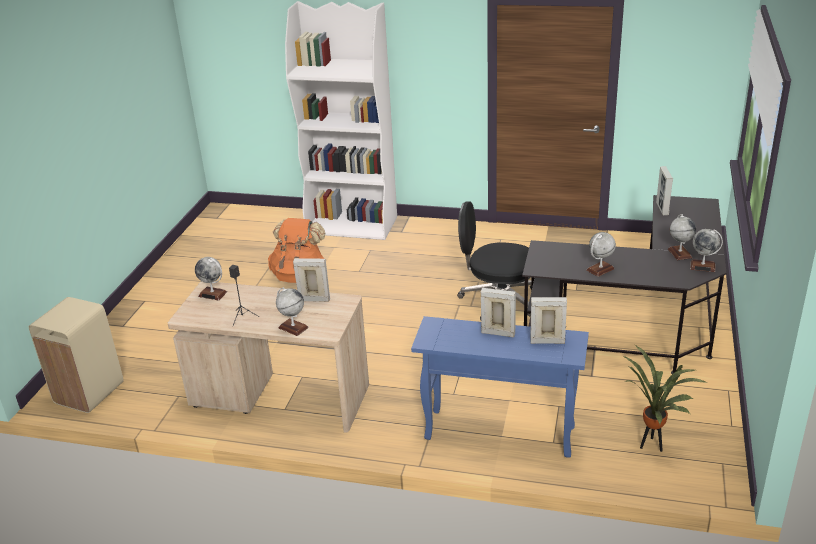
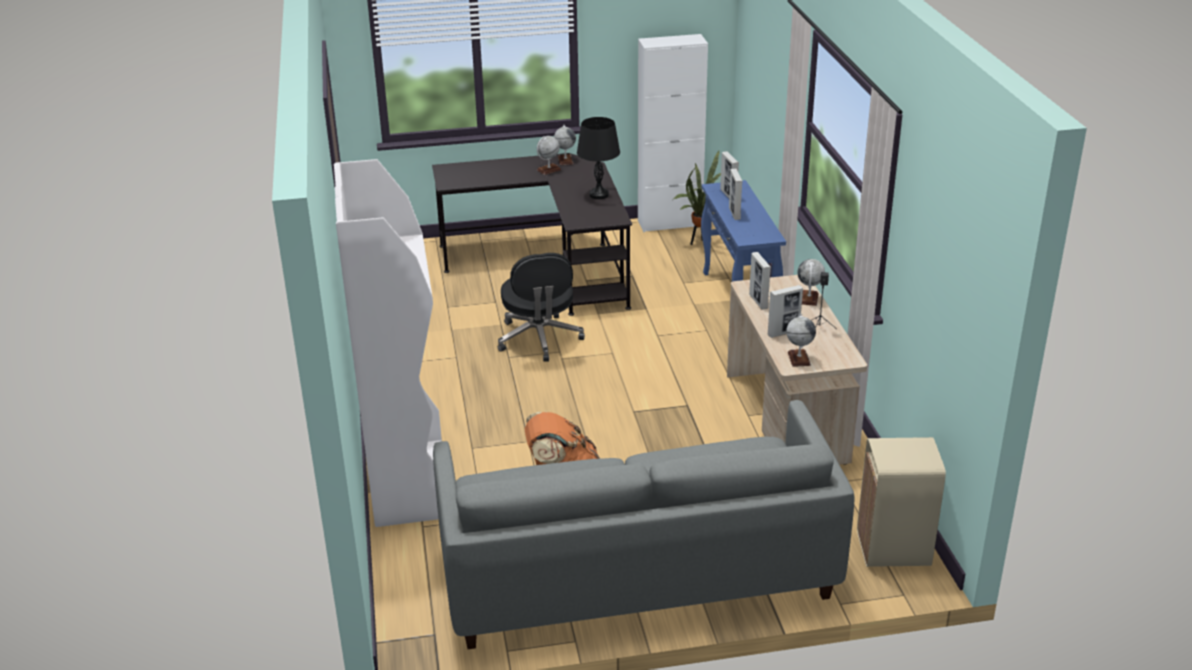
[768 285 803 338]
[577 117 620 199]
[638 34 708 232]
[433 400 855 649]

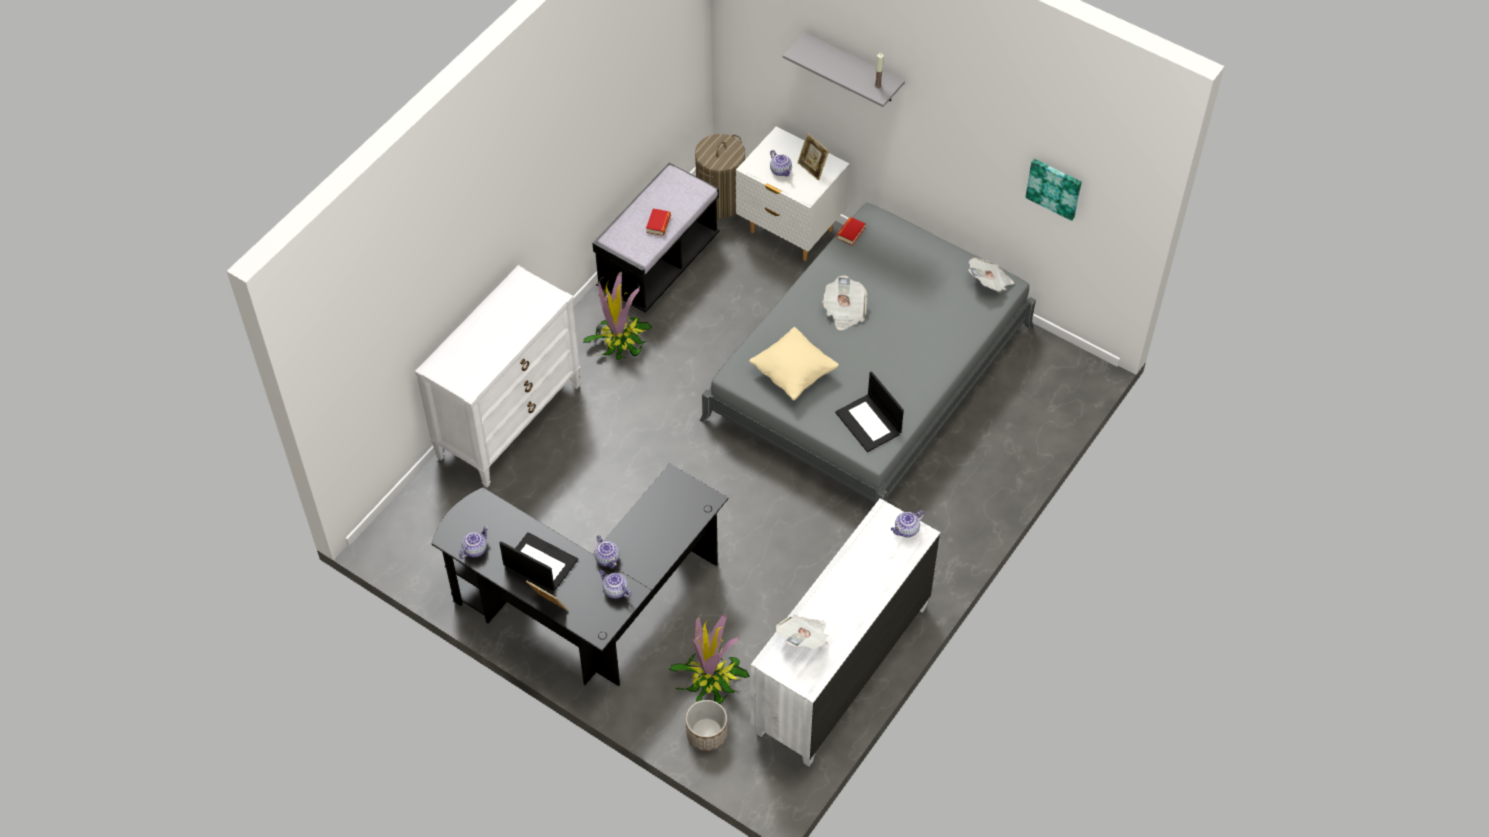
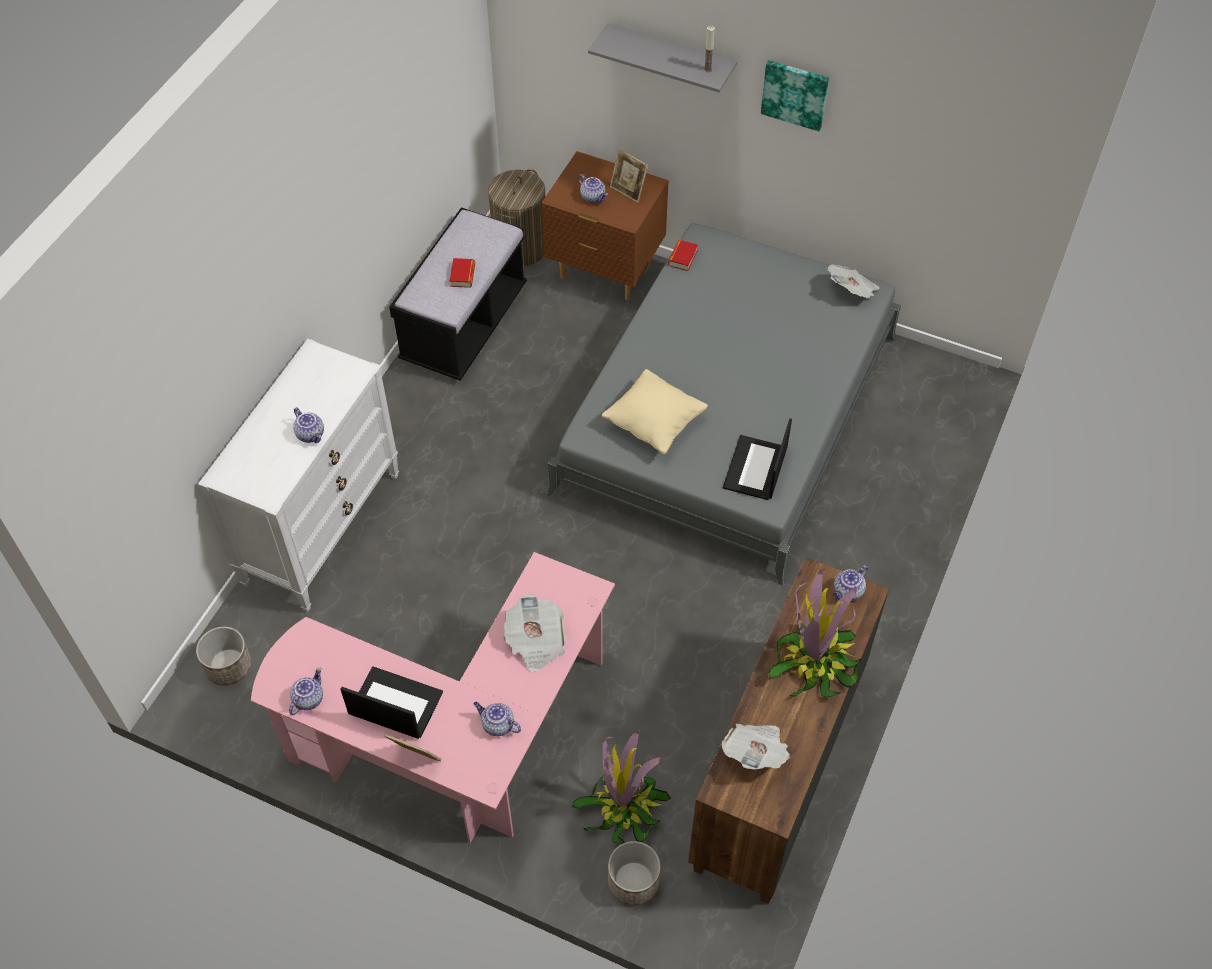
[541 151 669 300]
[761 60 829 131]
[768 569 862 698]
[503 594 566 672]
[723 418 792 500]
[251 552 615 843]
[688 557 889 903]
[293 407 324 443]
[196 627 252 686]

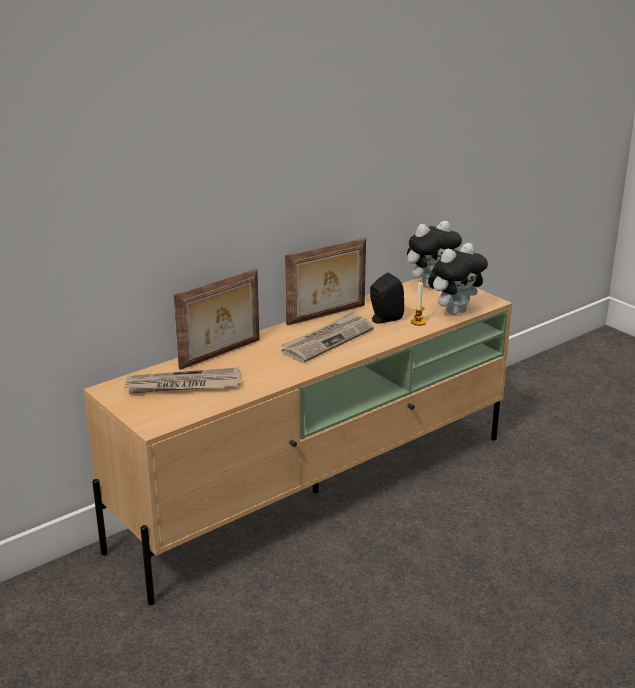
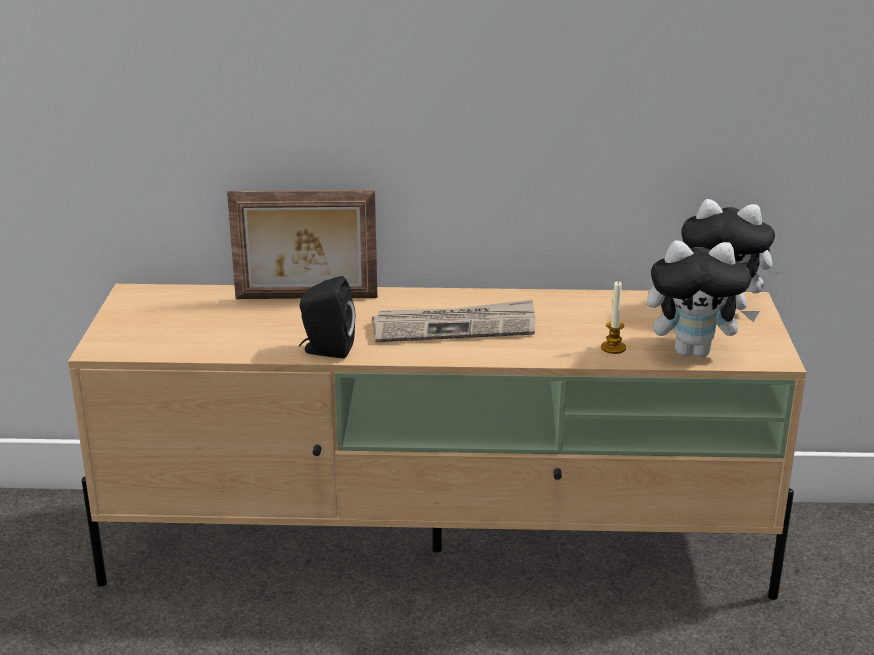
[285 238 366 325] (first image)
[299 276 355 358]
[124 368 242 394] (first image)

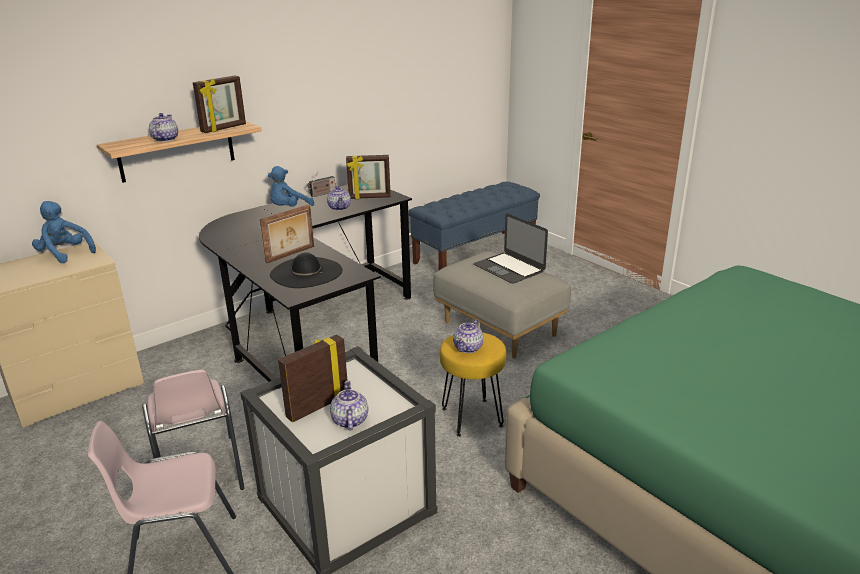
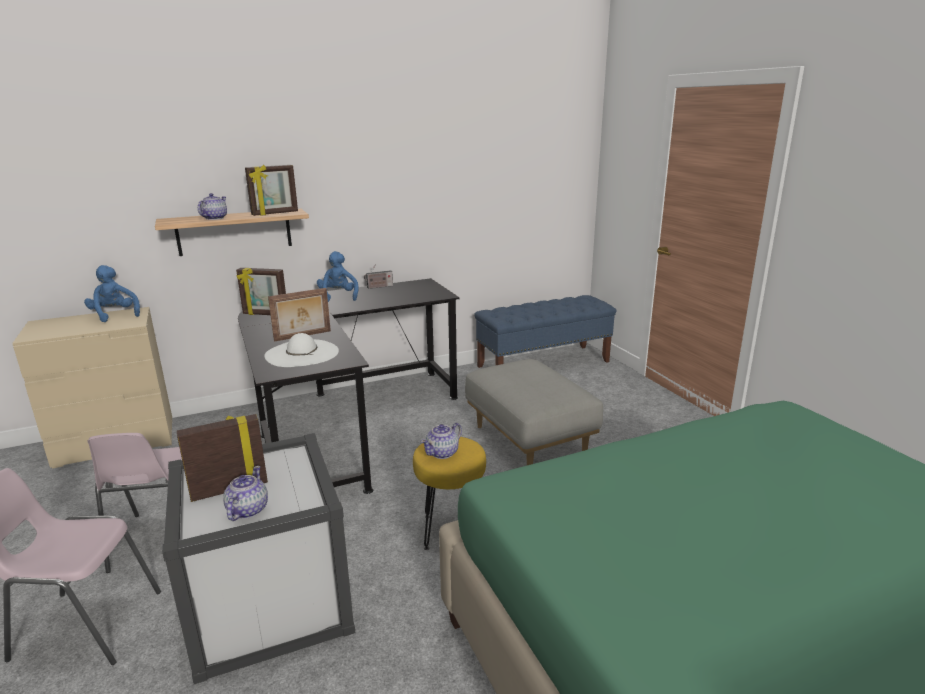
[236 268 286 315]
[317 251 359 302]
[327 186 351 211] (first image)
[474 214 548 284] (first image)
[264 333 339 367]

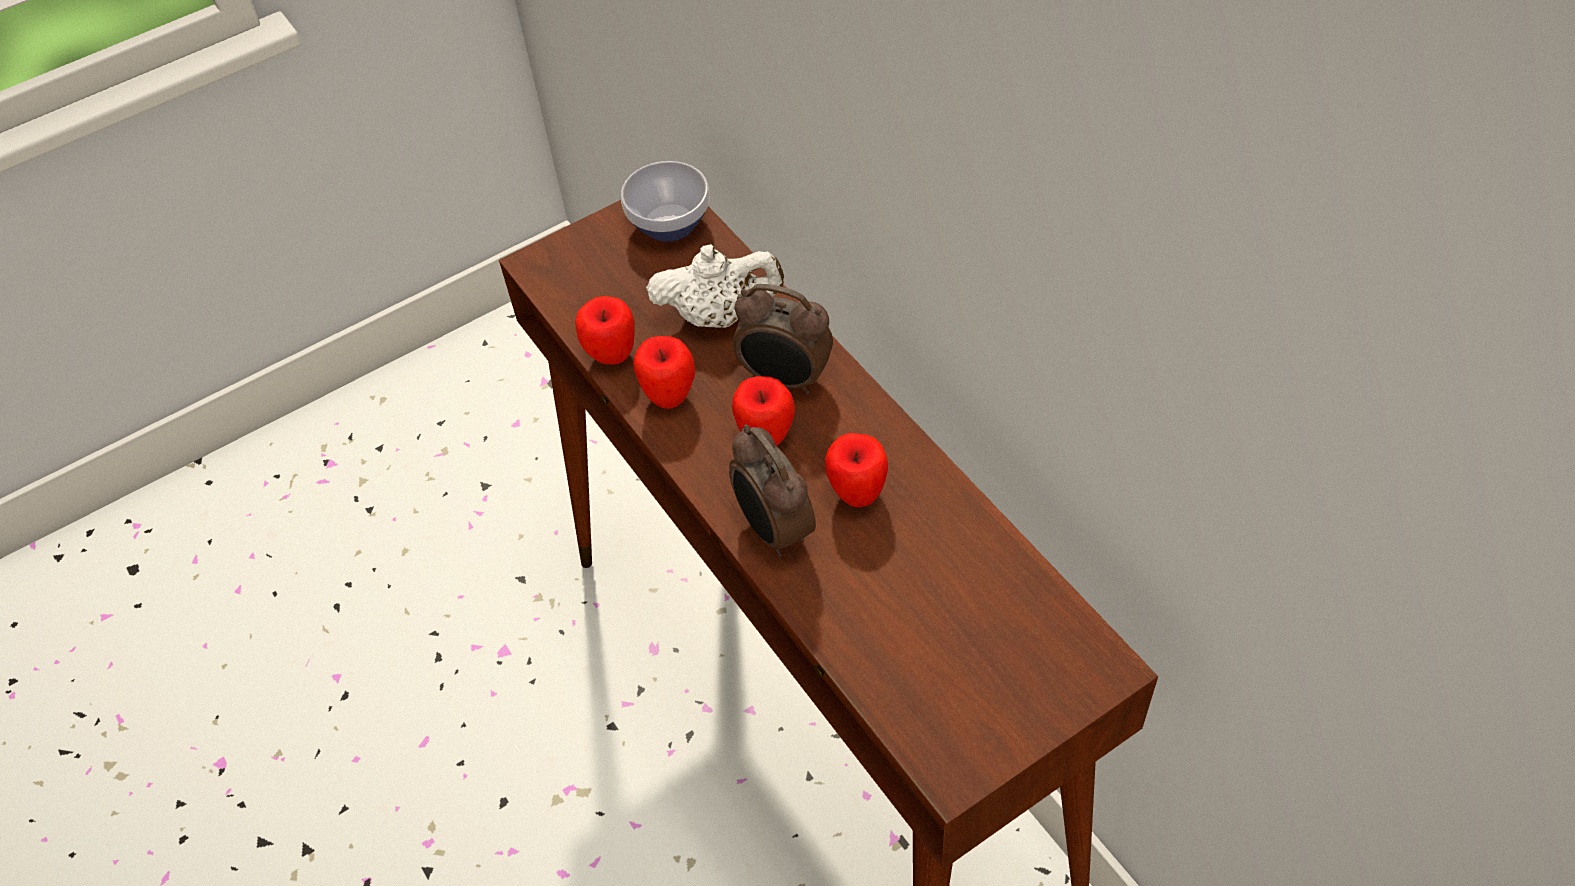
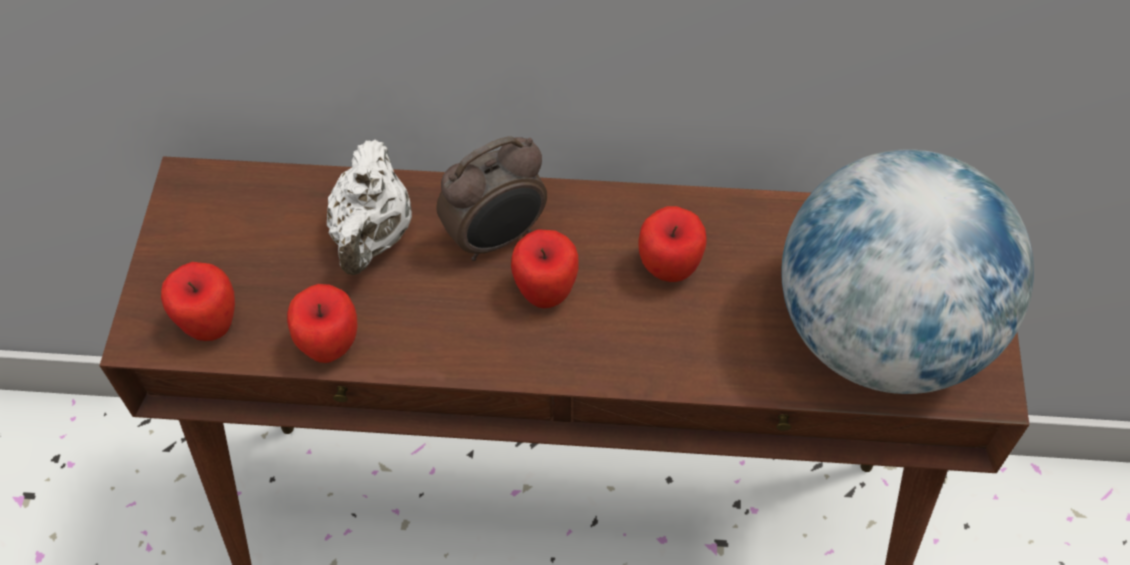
[621 161 709 242] (first image)
[327 140 412 275]
[161 262 235 341]
[729 424 816 557] (first image)
[781 149 1034 394]

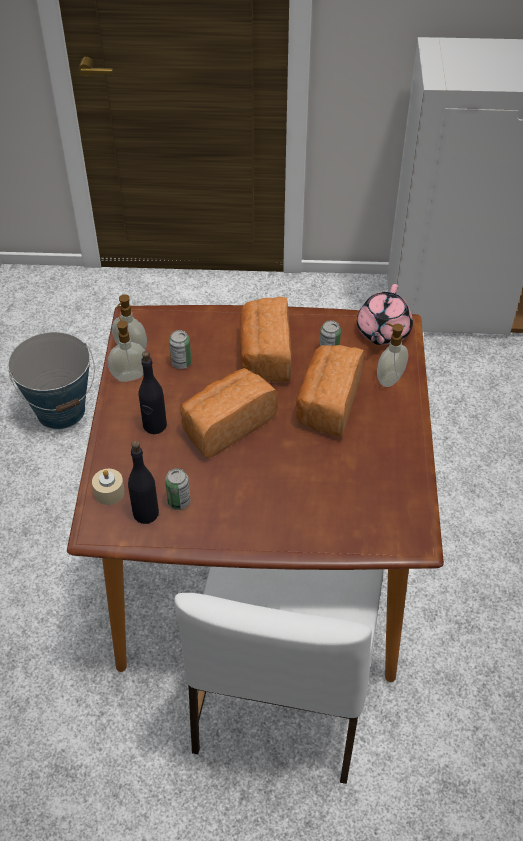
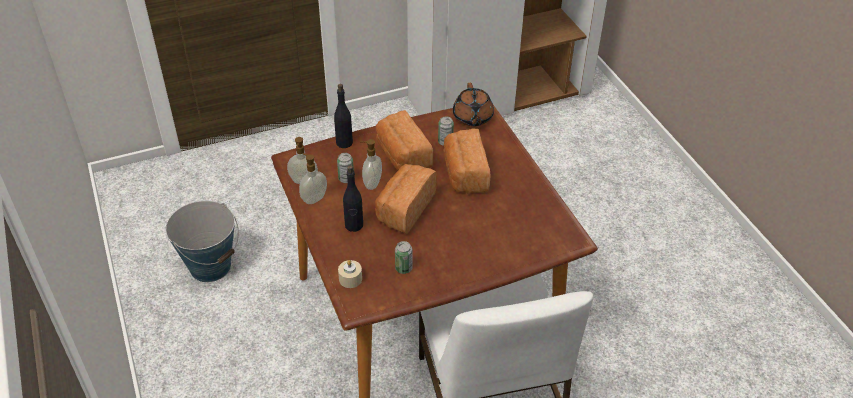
[453 83 494 126]
[360 139 382 190]
[334 84 353 148]

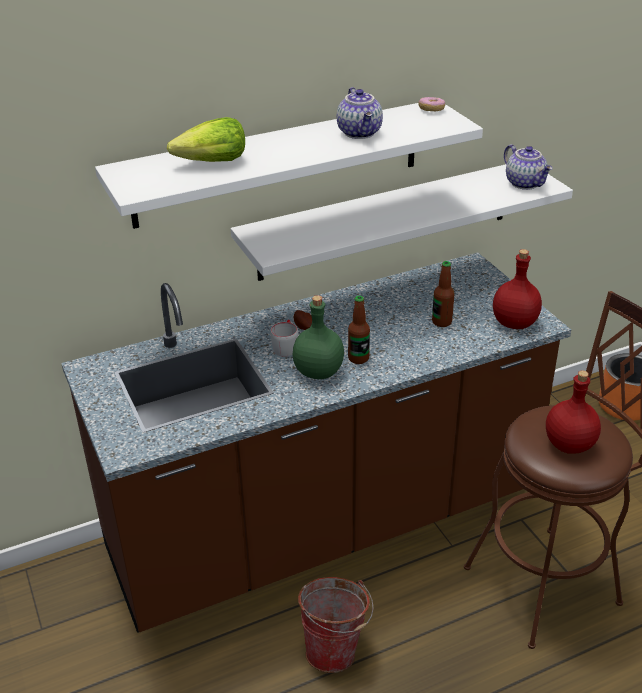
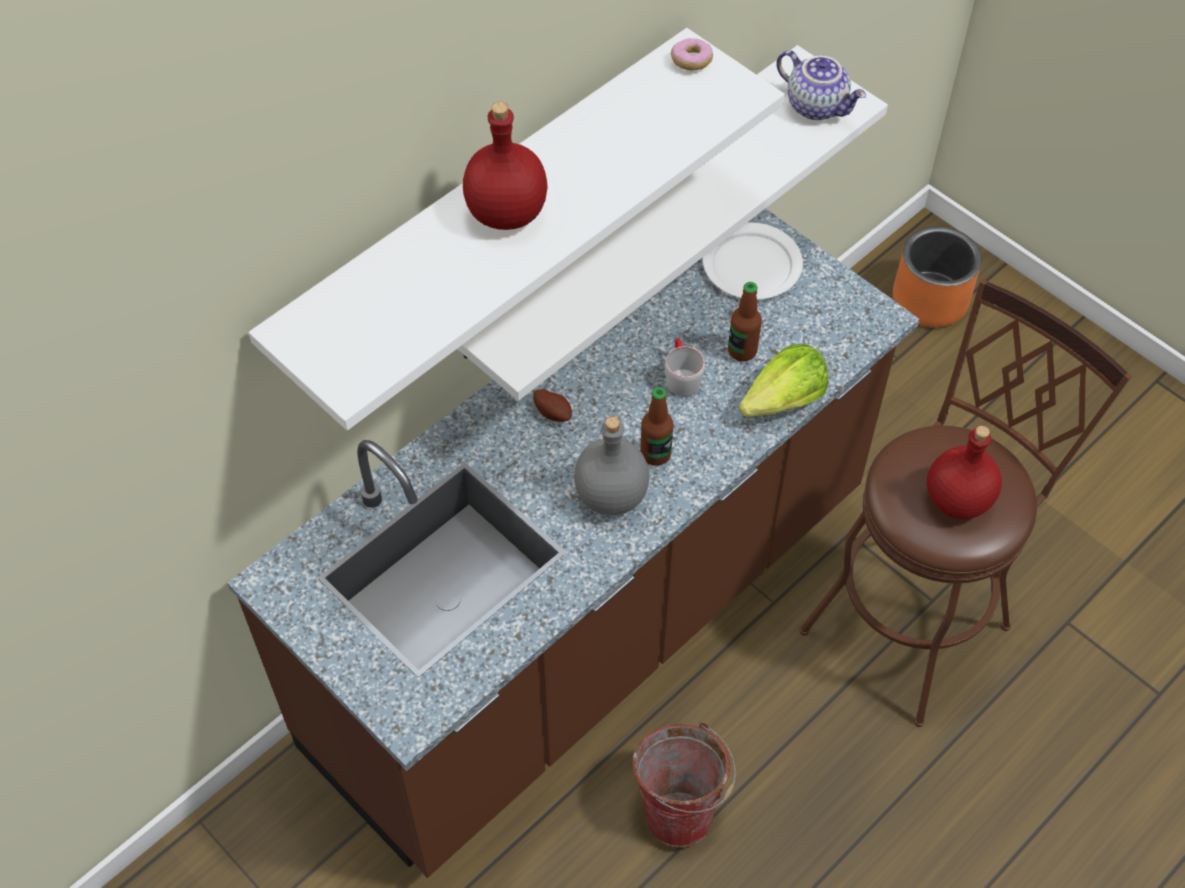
[337 87 383 139] (first image)
[739 344 828 417]
[463 102 548 230]
[574 416 649 515]
[665 338 705 397]
[703 223 803 300]

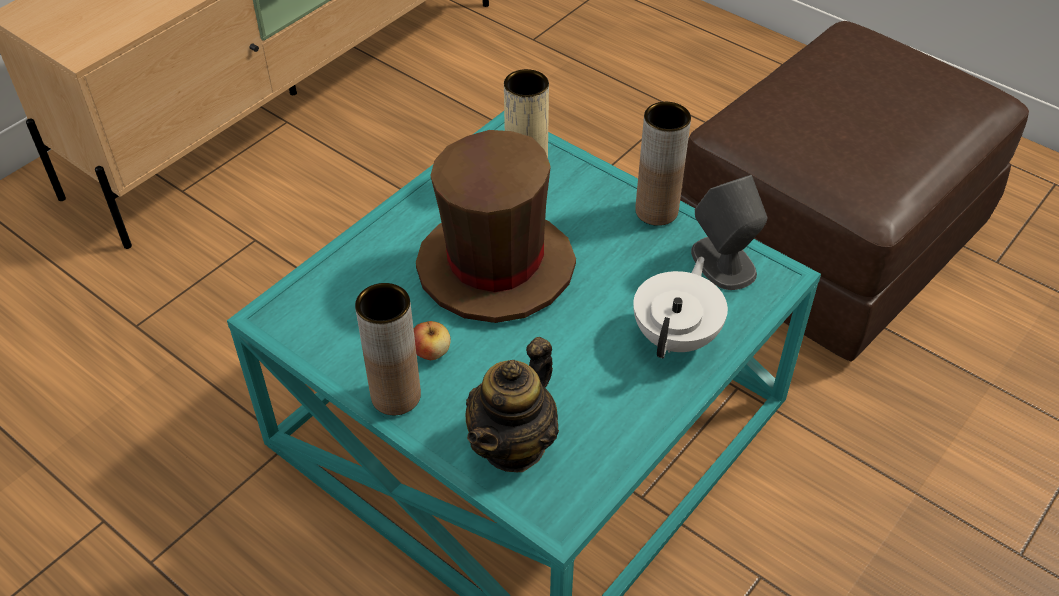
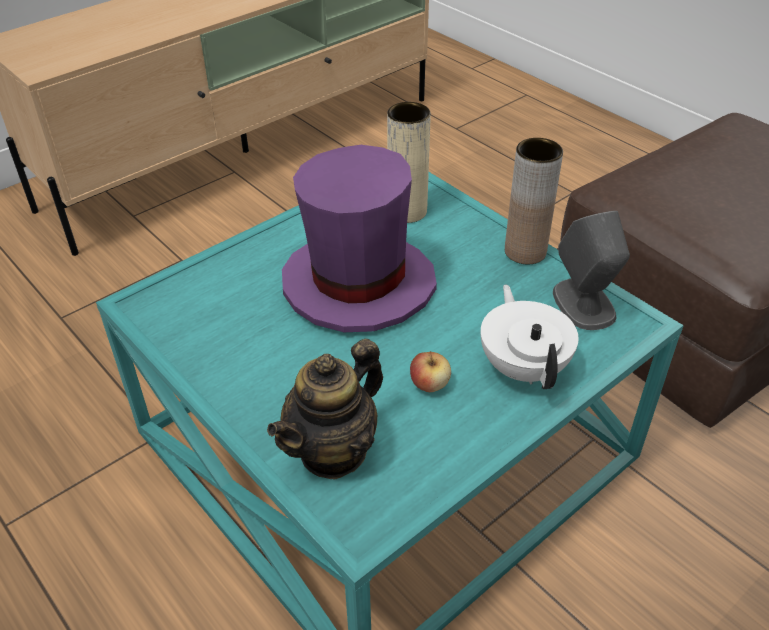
[282 145 437 332]
[480 285 579 389]
[355 283 421 415] (first image)
[410 351 451 392]

